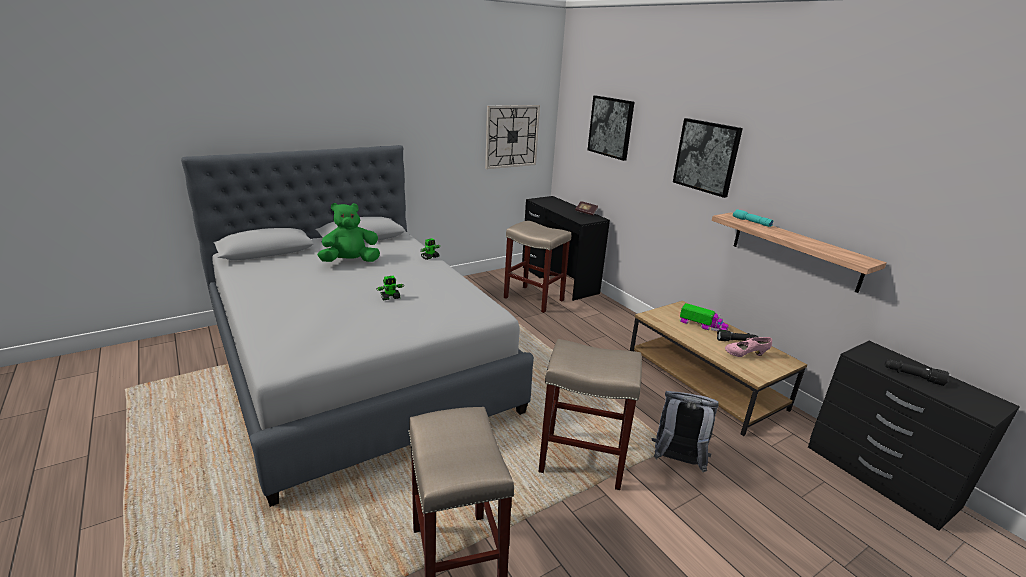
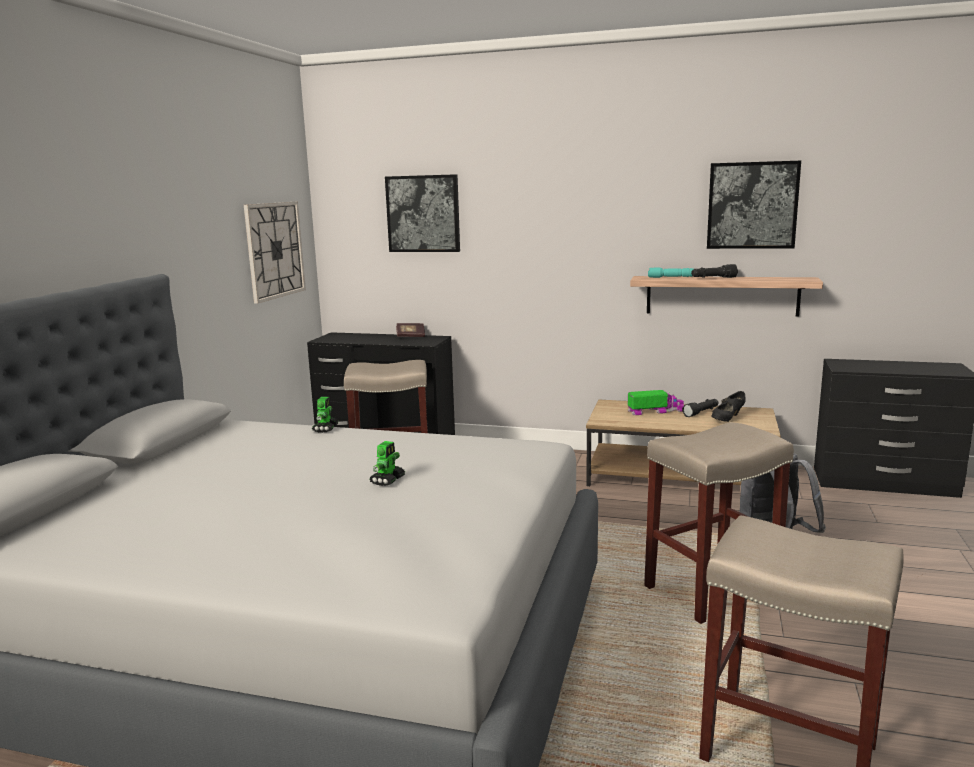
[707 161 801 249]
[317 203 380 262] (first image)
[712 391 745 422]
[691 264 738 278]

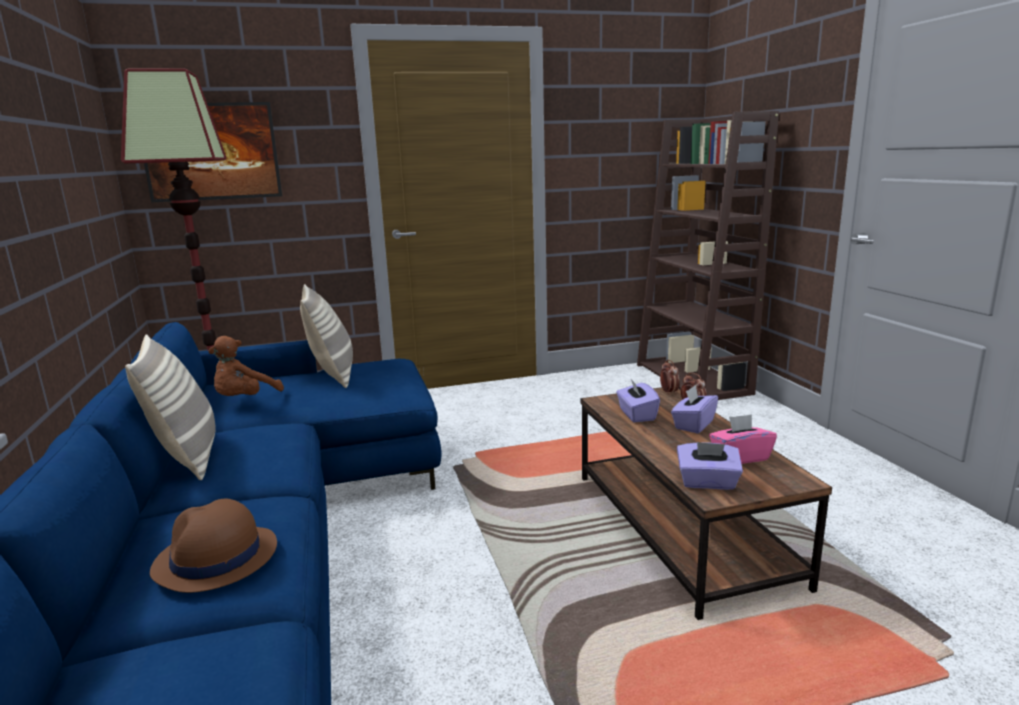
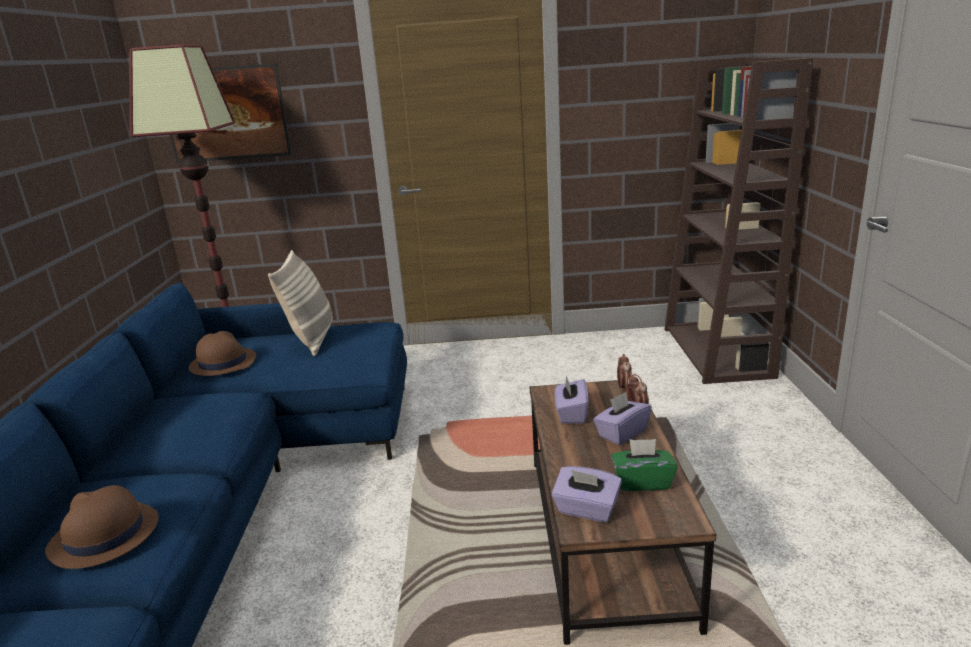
[125 334 216 480] (first image)
[189 331 256 376]
[611 439 678 491]

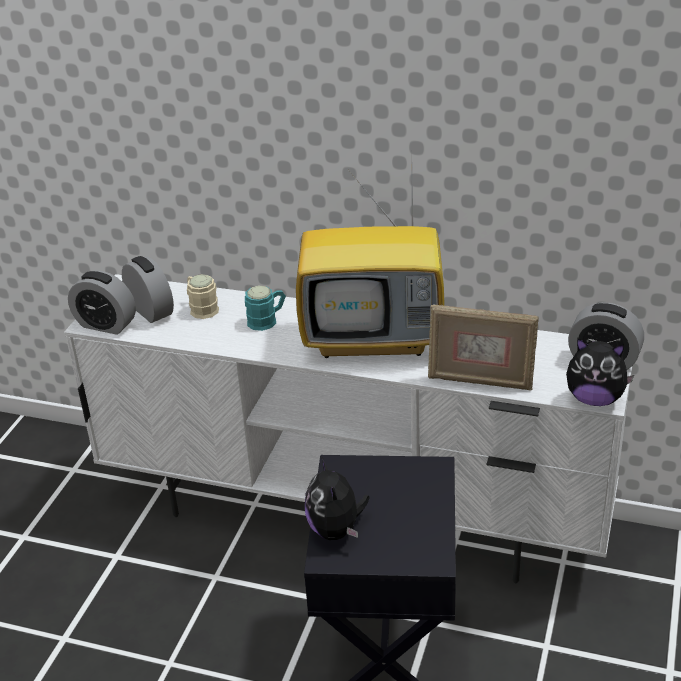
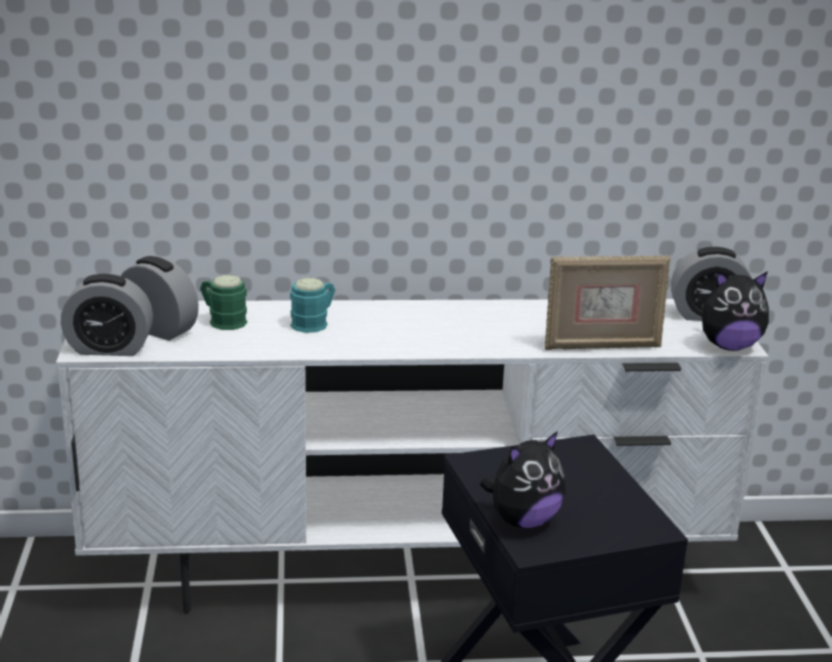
[296 172 445 358] (first image)
[200 275 248 330]
[480 431 565 528]

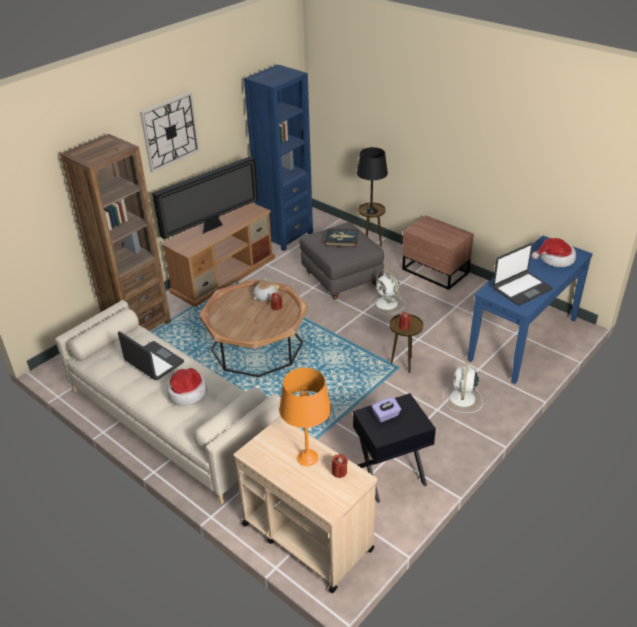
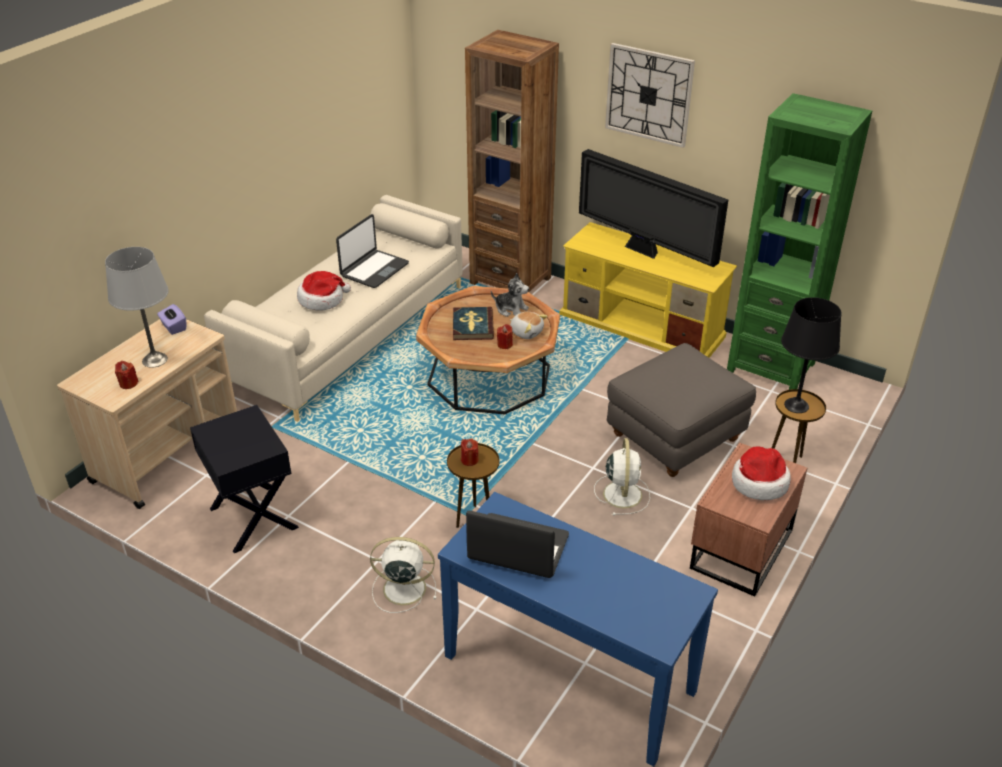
[727 93 872 390]
[559 222 737 358]
[453 307 494 340]
[732 446 791 500]
[466 511 569 578]
[594 438 650 515]
[105 247 169 368]
[157 304 187 335]
[491 273 529 317]

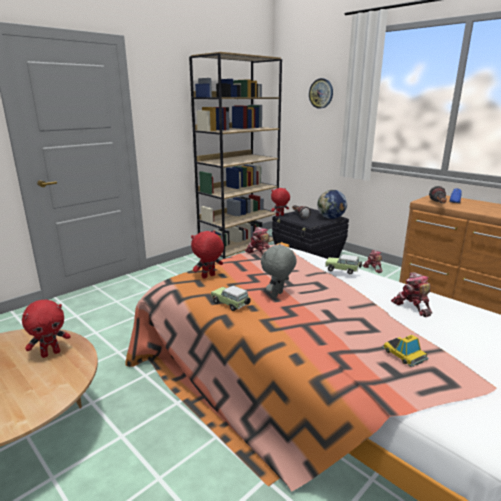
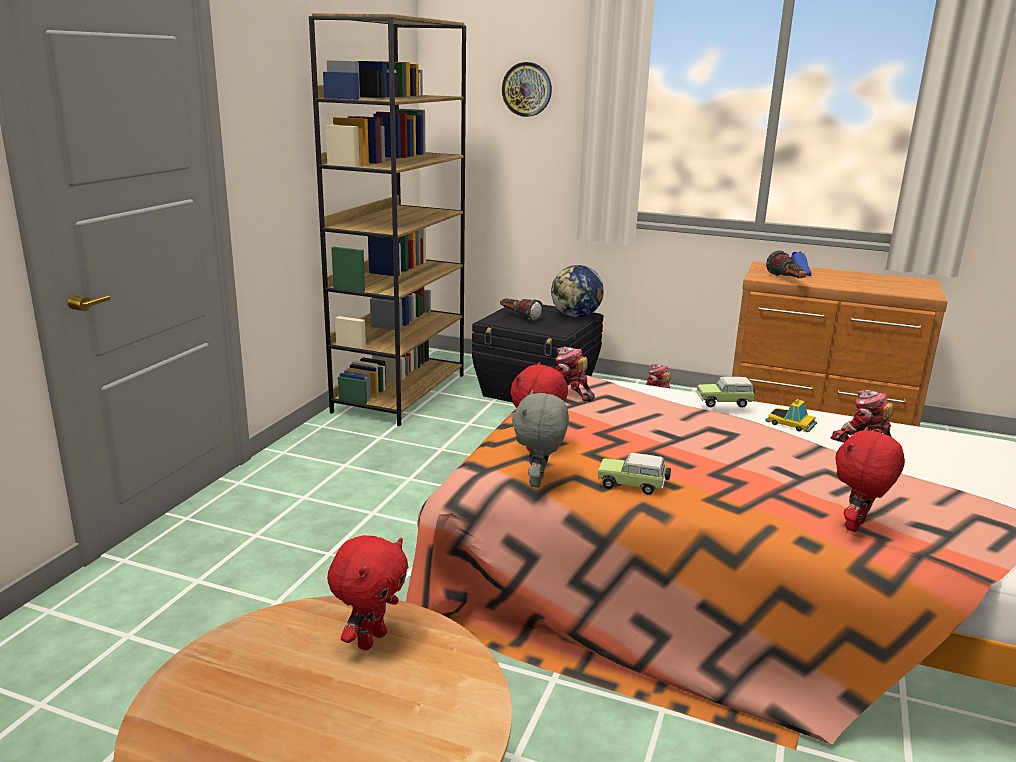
[835 427 905 532]
[512 390 569 488]
[765 399 817 432]

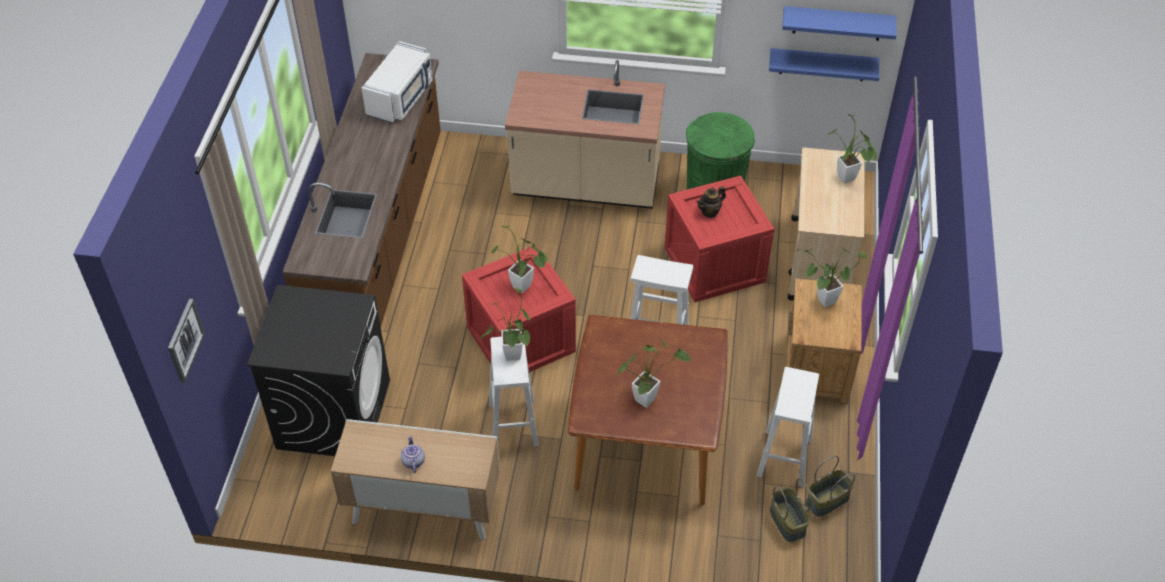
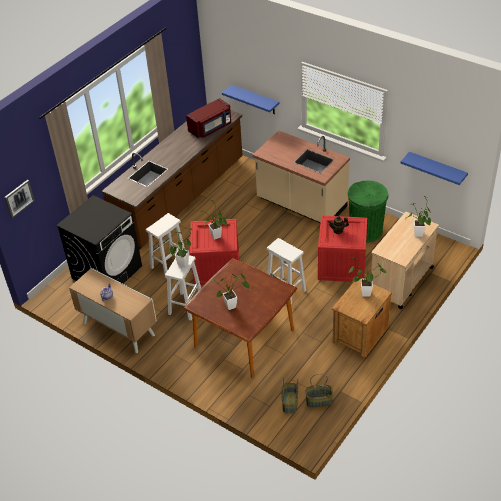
[222 85 279 114]
[186 98 231 138]
[146 213 185 279]

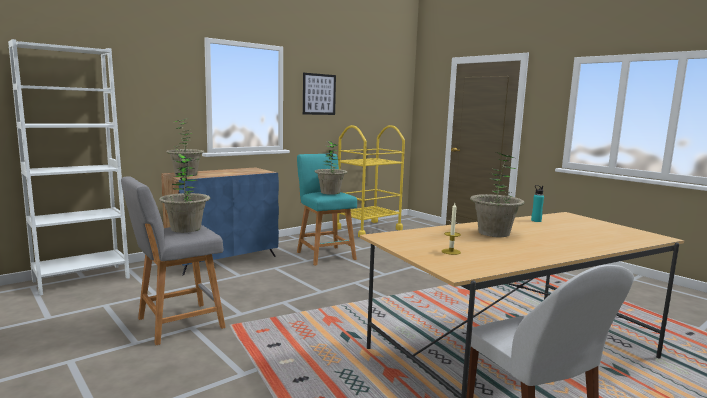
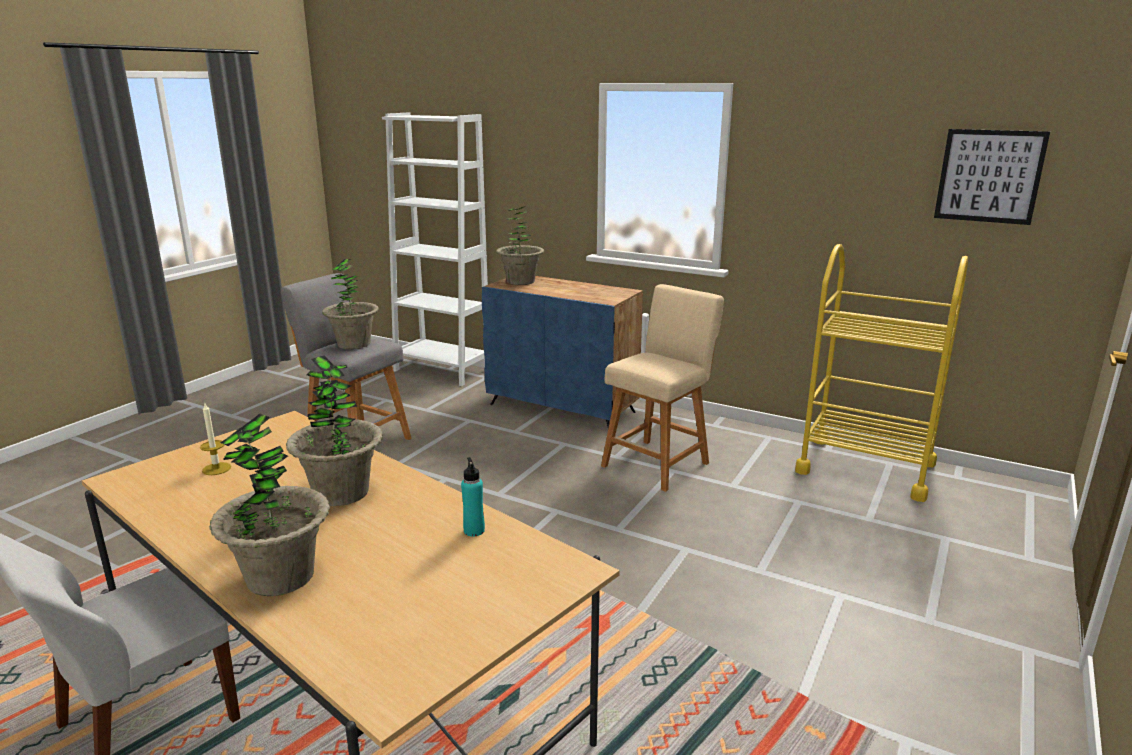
[934 129 1050 225]
[209 413 330 596]
[601 284 724 492]

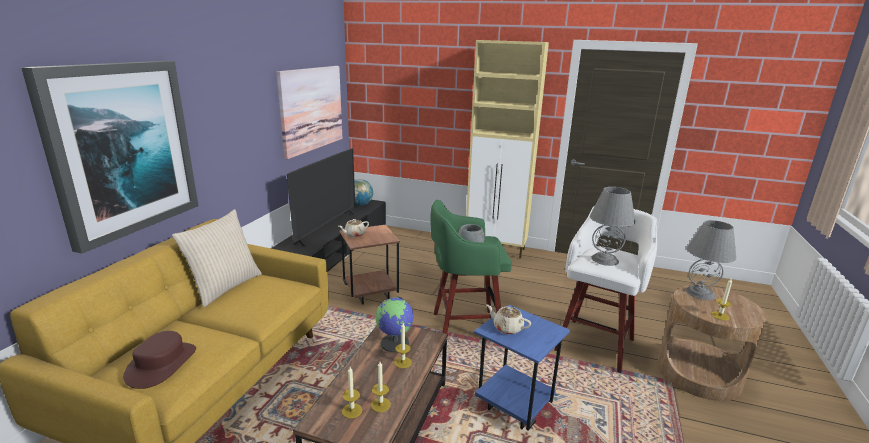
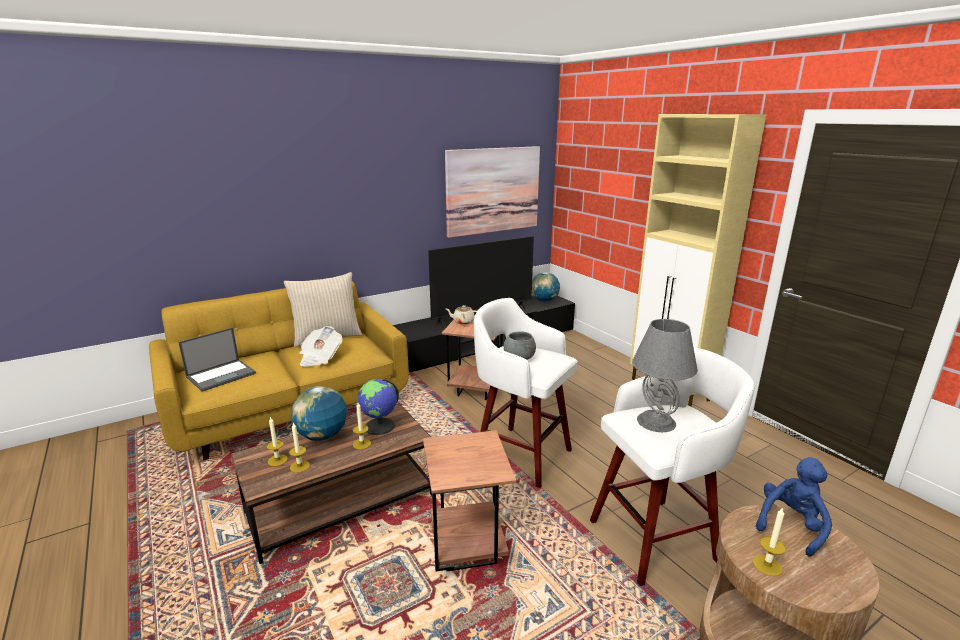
[21 61 198 254] (first image)
[474 298 577 488]
[756 457 832 557]
[423 430 516 572]
[486 305 531 334] (first image)
[178 327 256 392]
[300 326 343 367]
[291 386 347 441]

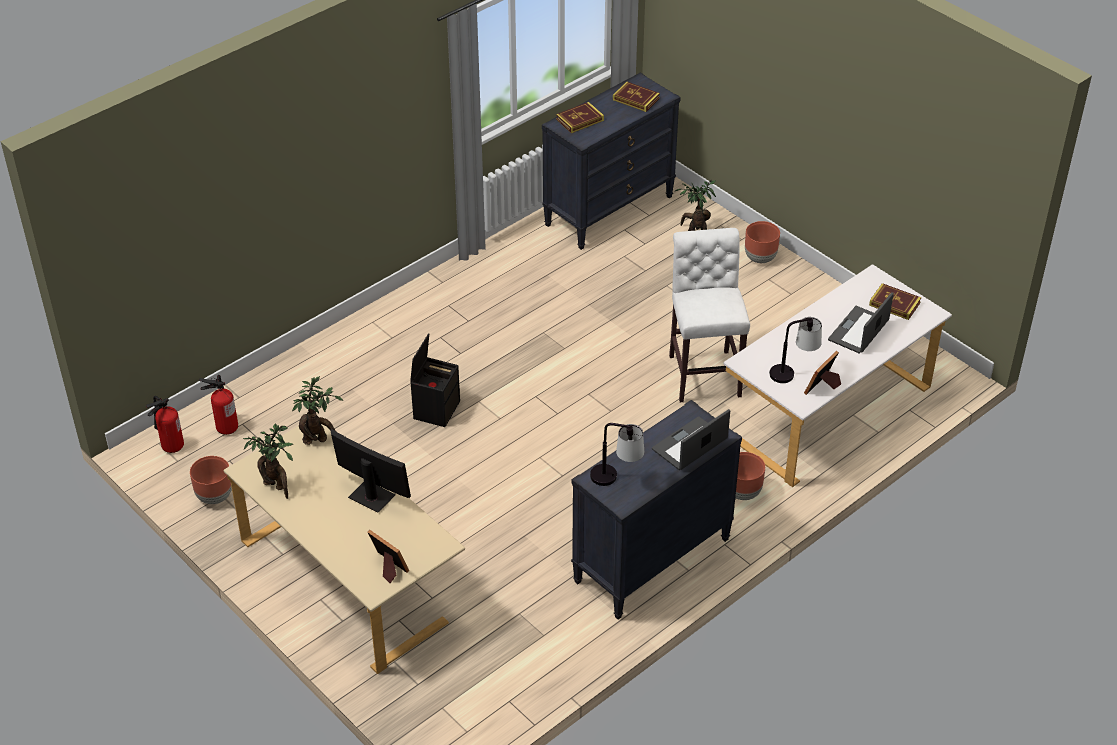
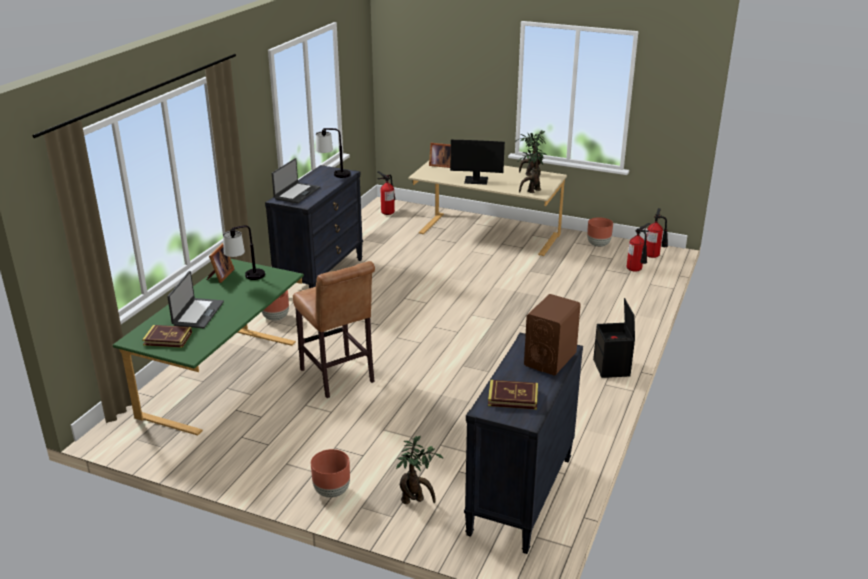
[524 294 581 375]
[293 261 375 398]
[113 259 304 436]
[593 298 635 378]
[377 171 396 215]

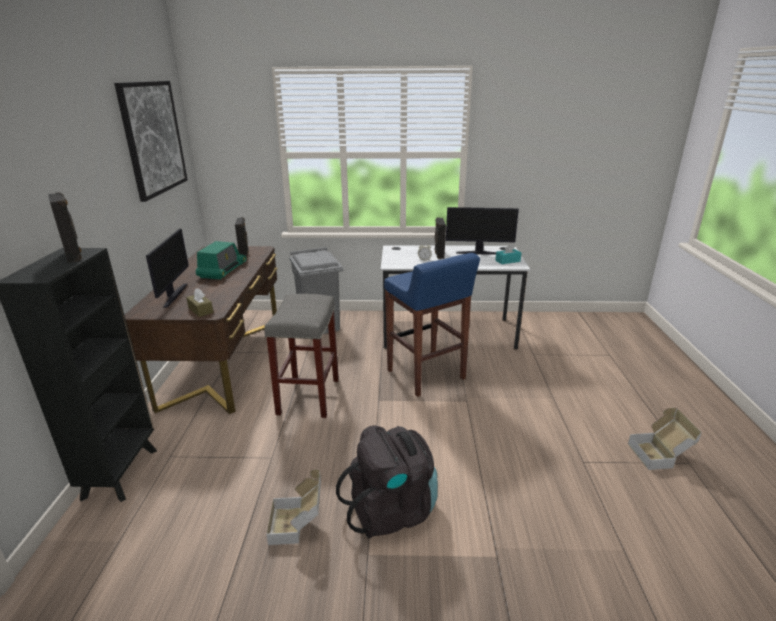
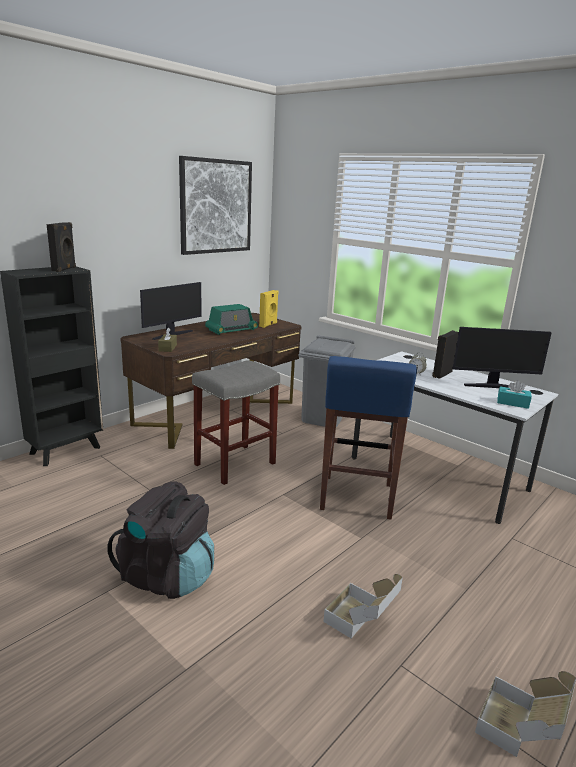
[452 327 552 388]
[259 290 279 328]
[323 574 403 639]

